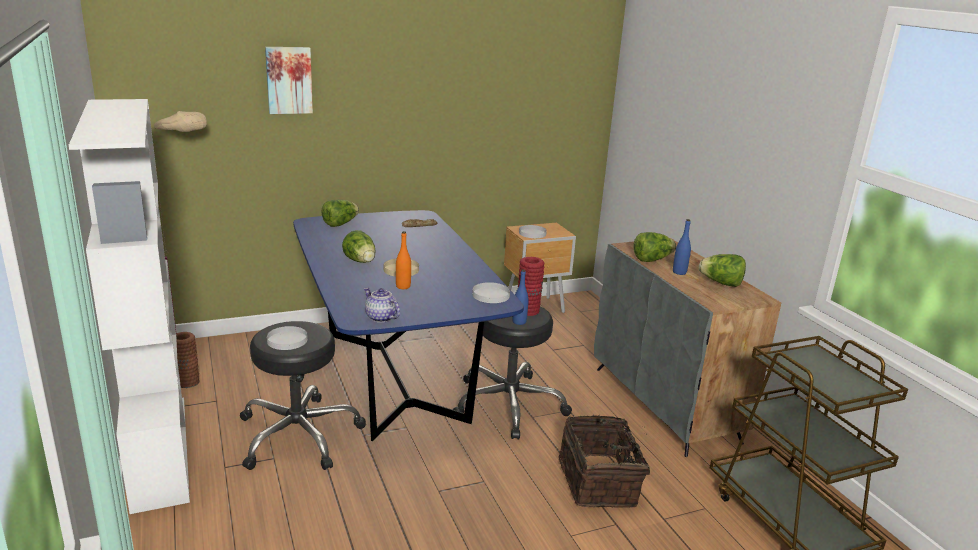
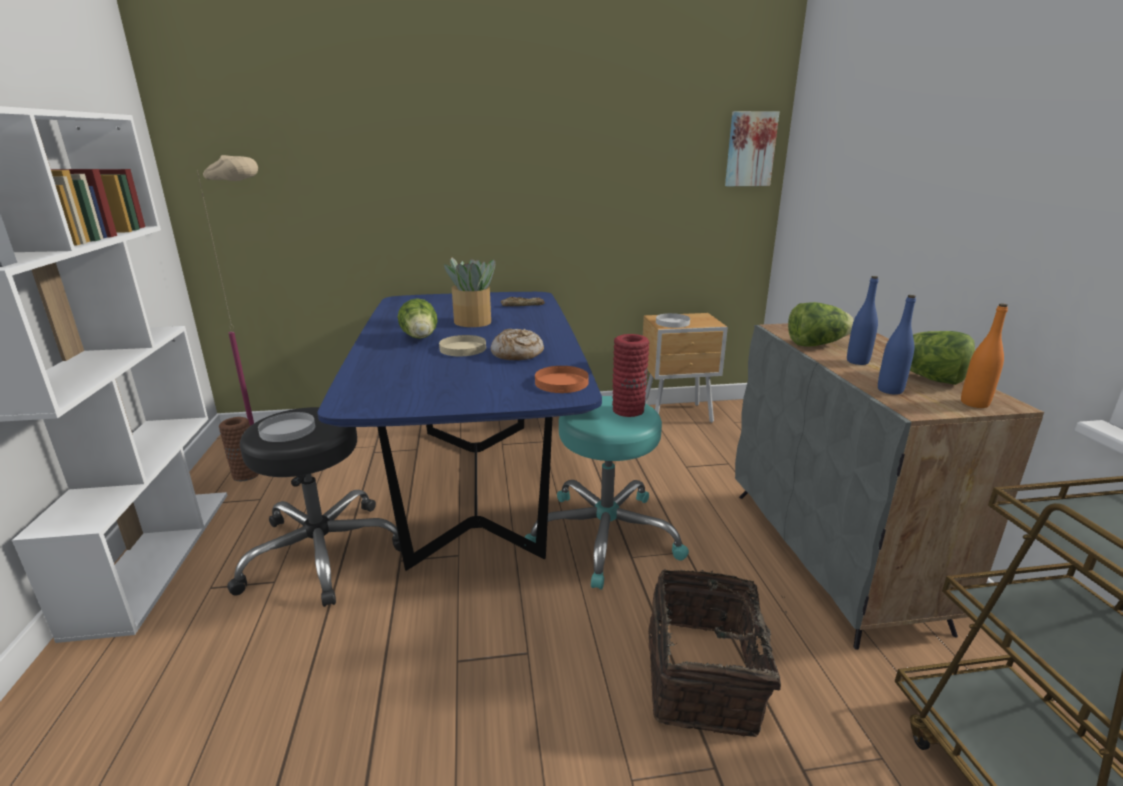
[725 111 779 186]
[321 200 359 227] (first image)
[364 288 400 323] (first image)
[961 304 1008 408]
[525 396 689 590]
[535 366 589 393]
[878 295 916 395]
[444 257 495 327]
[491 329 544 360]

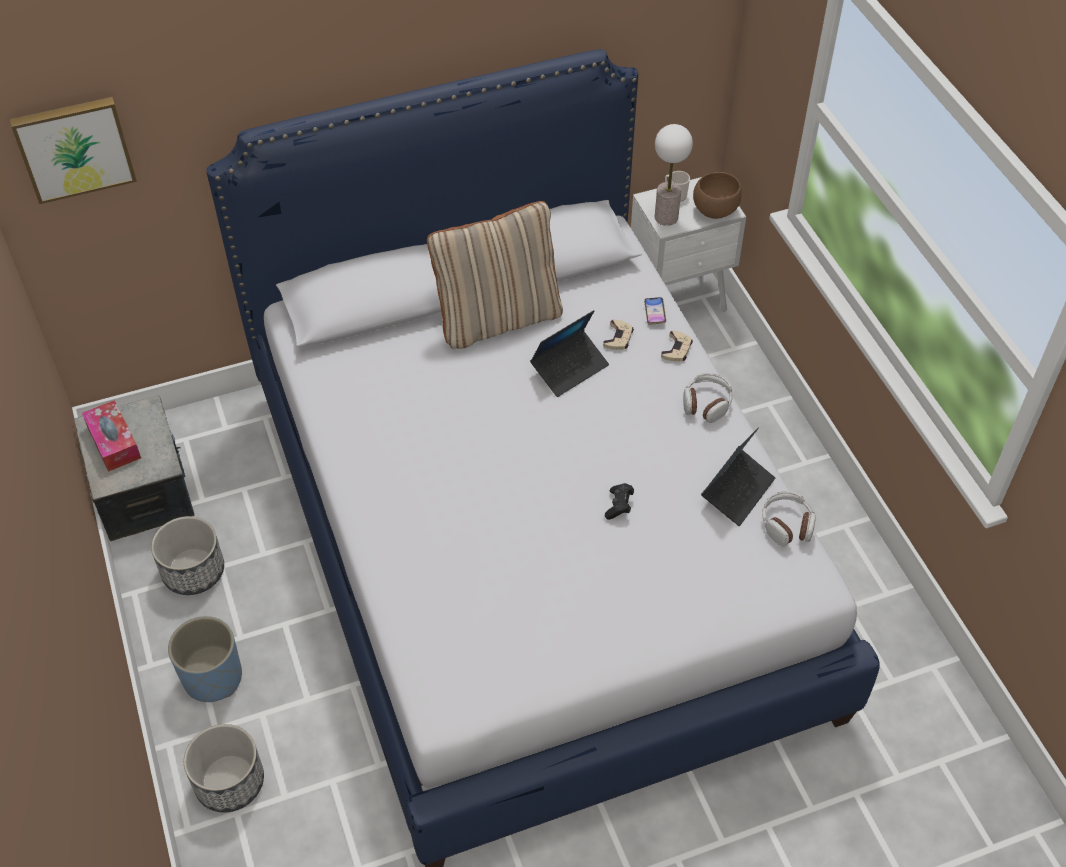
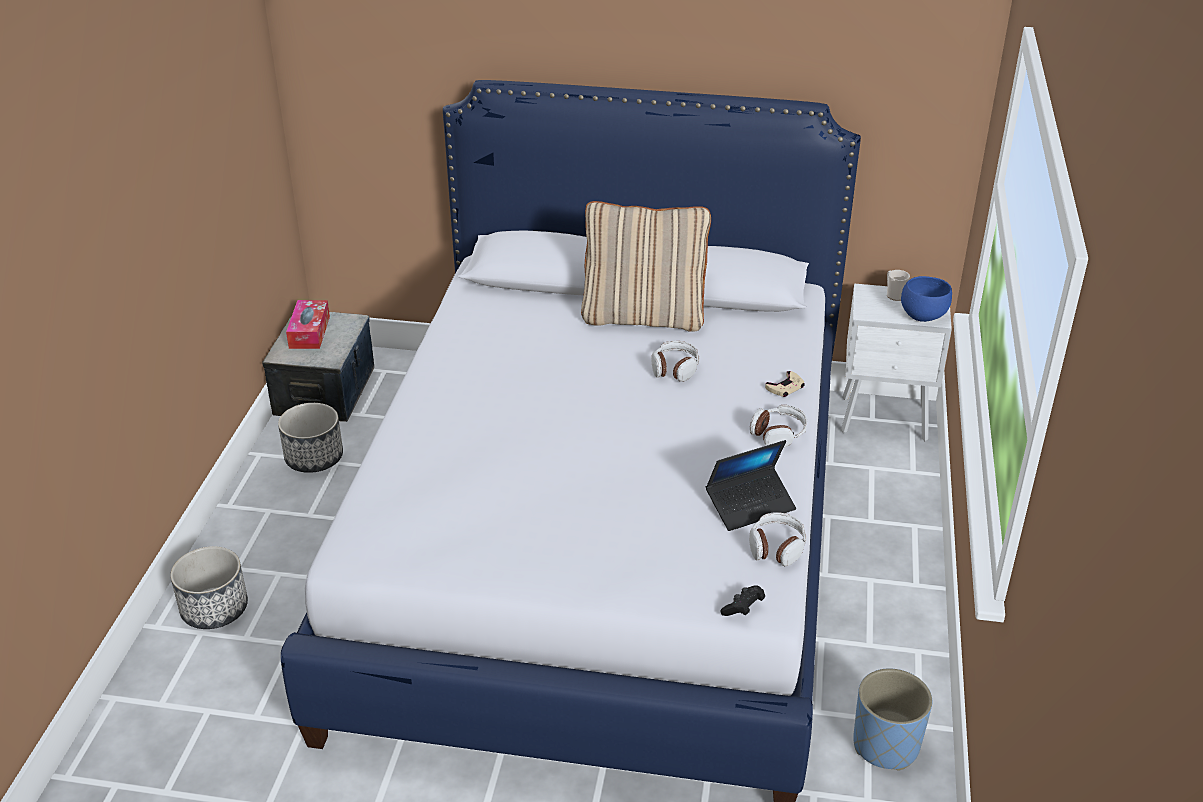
[10 97 137 204] (first image)
[853 669 932 771]
[652 341 700 382]
[603 320 634 350] (first image)
[720 585 765 616]
[644 297 666 325] (first image)
[655 124 693 226] (first image)
[901 276 952 322]

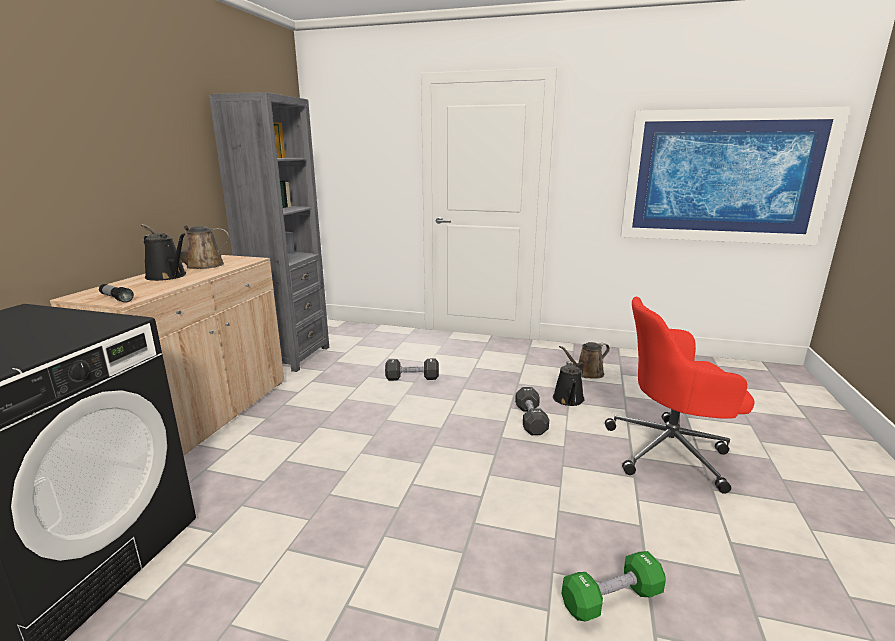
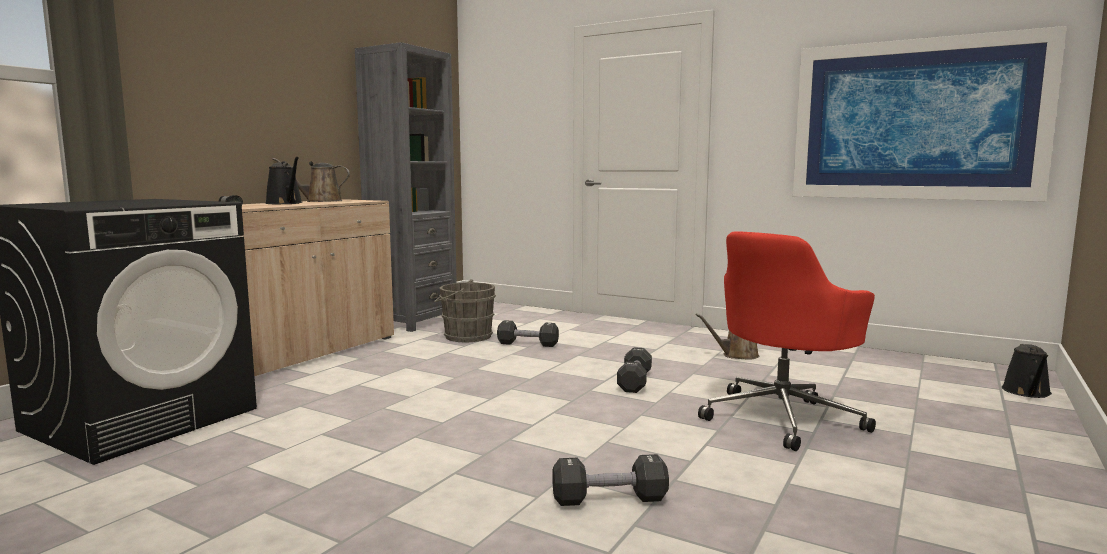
[1002 344 1052 398]
[552 454 669 506]
[698 231 876 451]
[434 279 496 342]

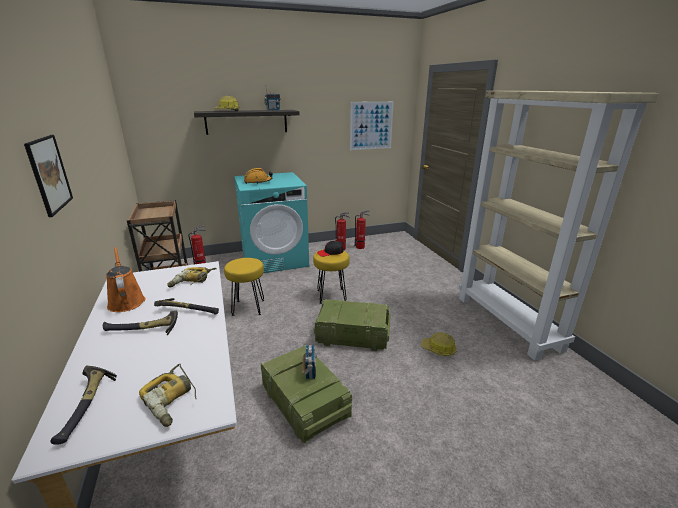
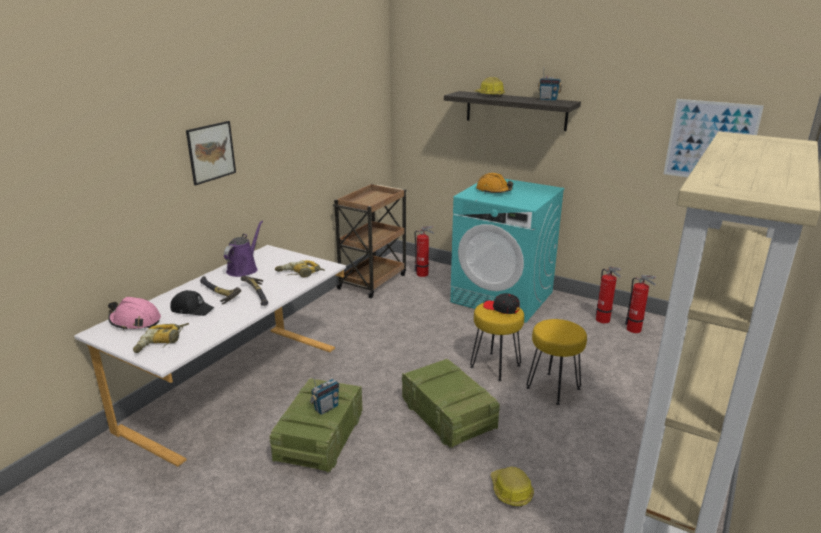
[108 297 161 330]
[224 220 263 277]
[526 319 587 405]
[170 290 215 316]

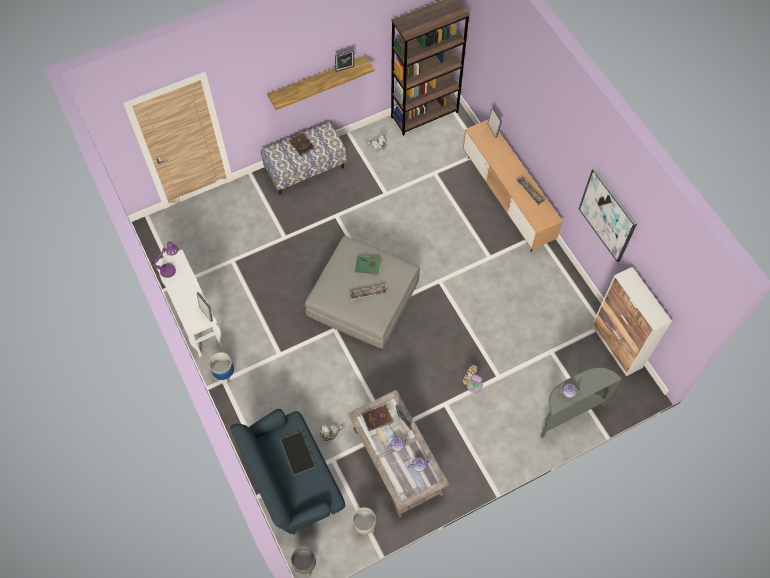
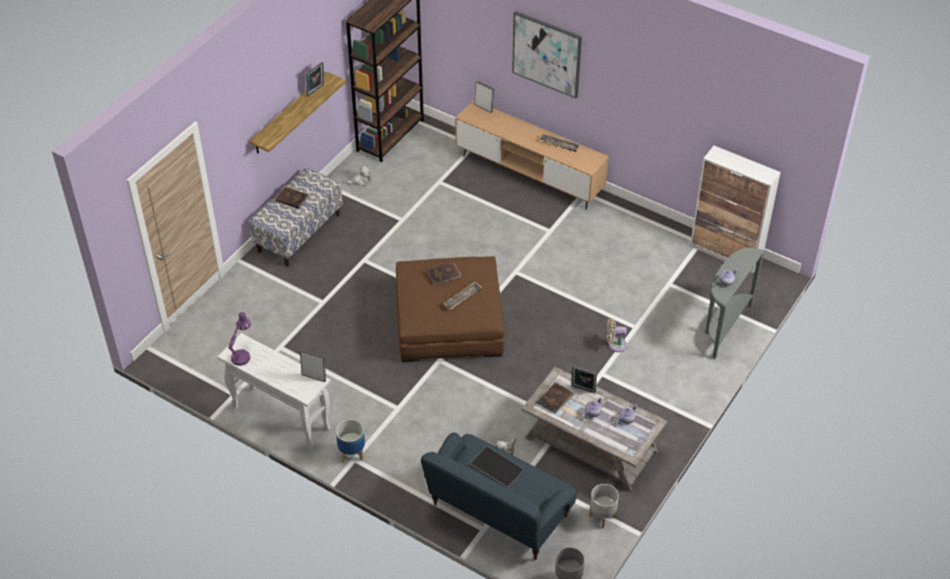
[396 256 504 362]
[427 262 461 286]
[512 11 582 99]

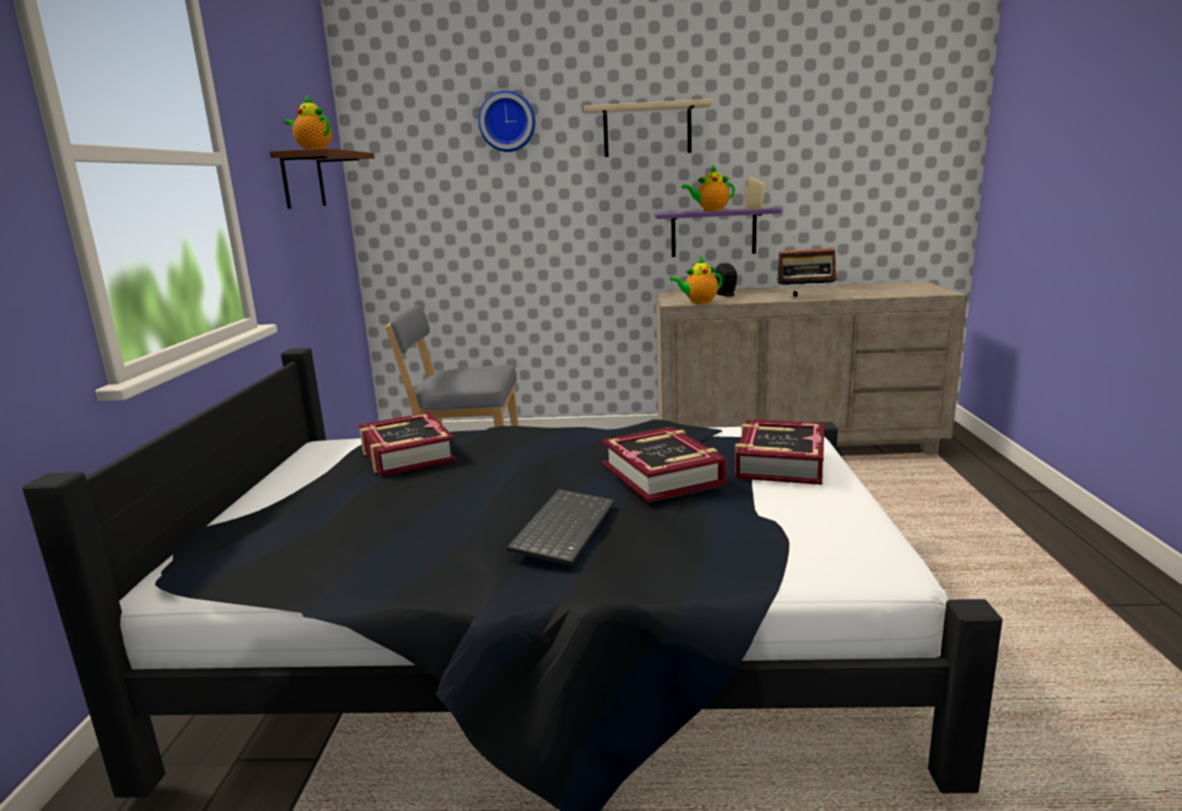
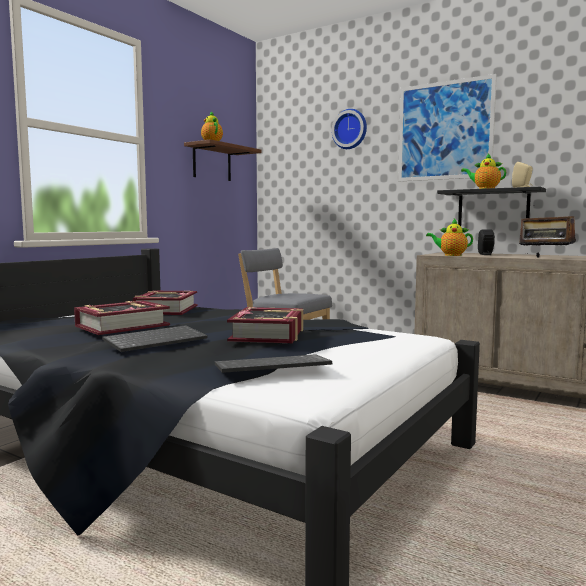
[398 74 497 181]
[437 187 546 226]
[74 301 170 335]
[215 354 332 373]

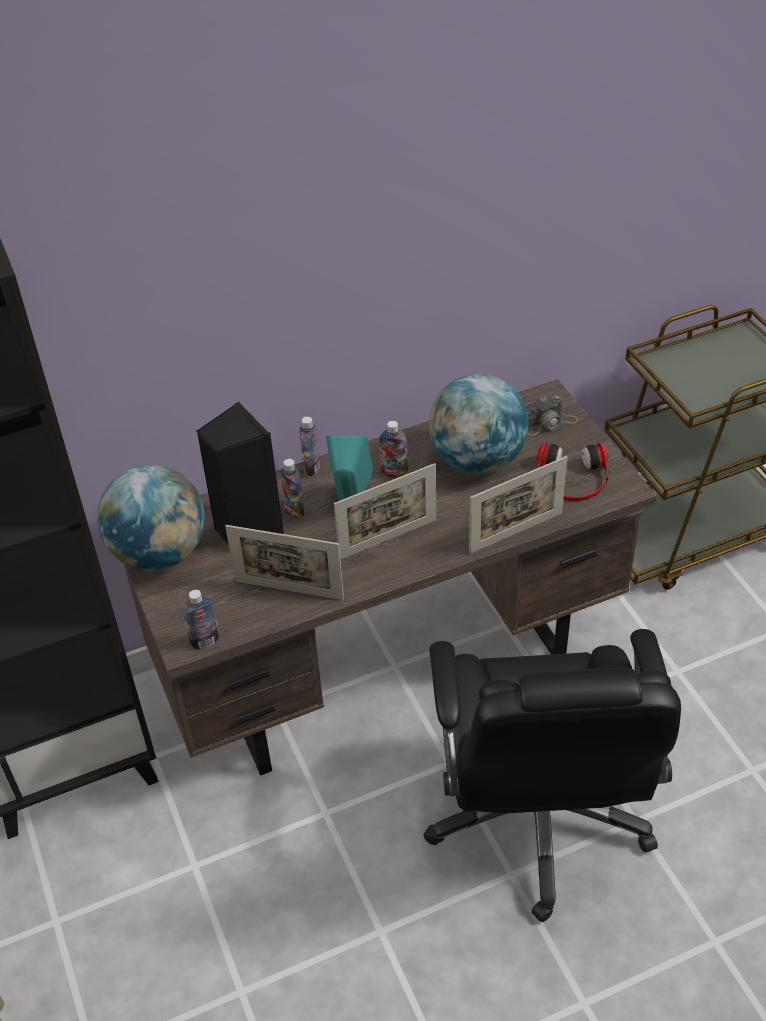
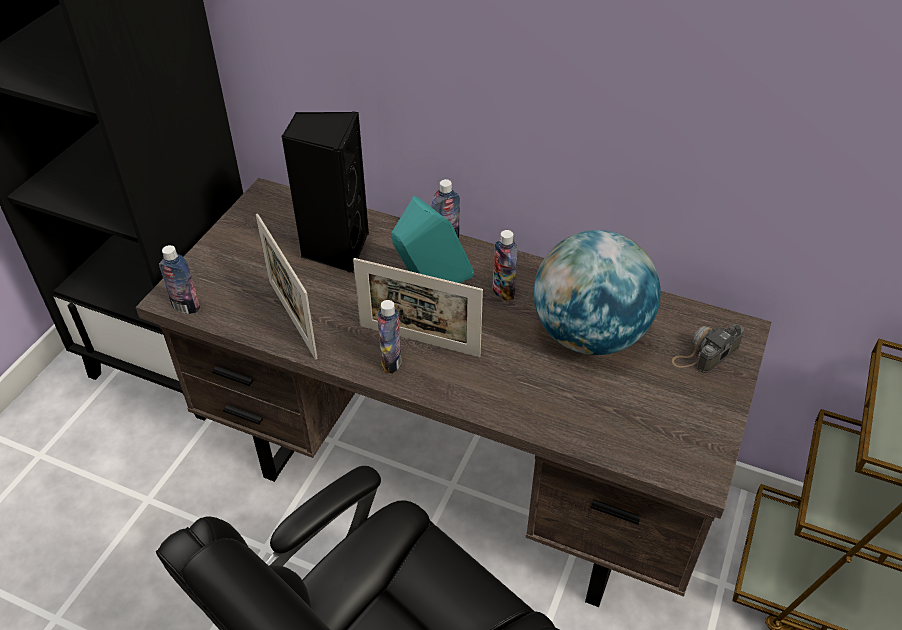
[97 465 205 571] (first image)
[378 300 402 373]
[469 456 567 554] (first image)
[672 324 744 373]
[537 442 608 501] (first image)

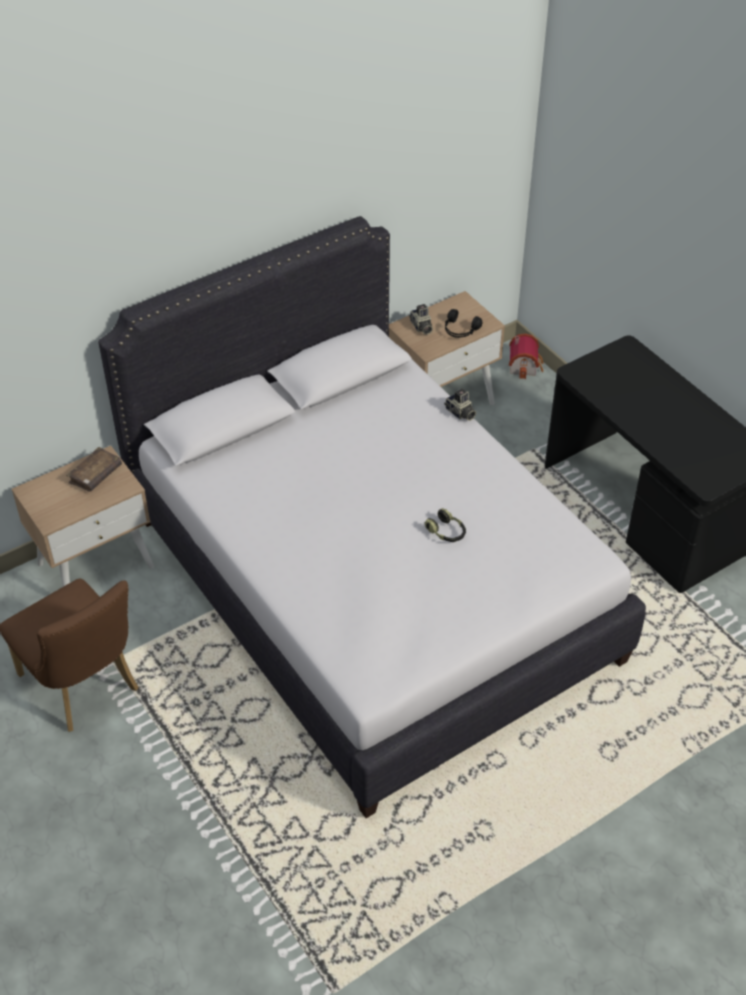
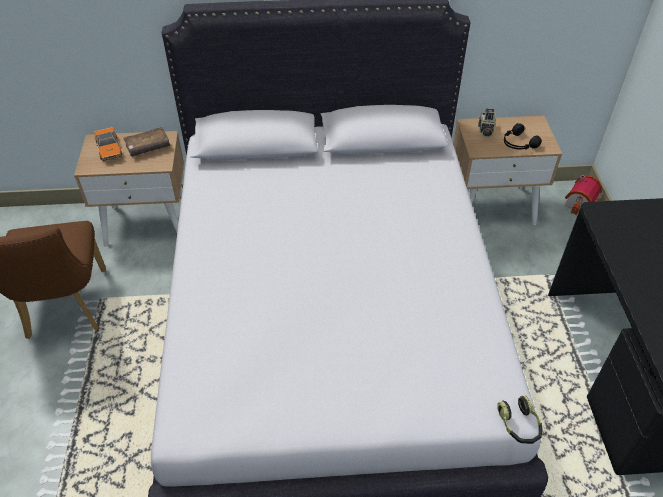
[498 395 542 444]
[444 389 476 421] (first image)
[94 127 122 161]

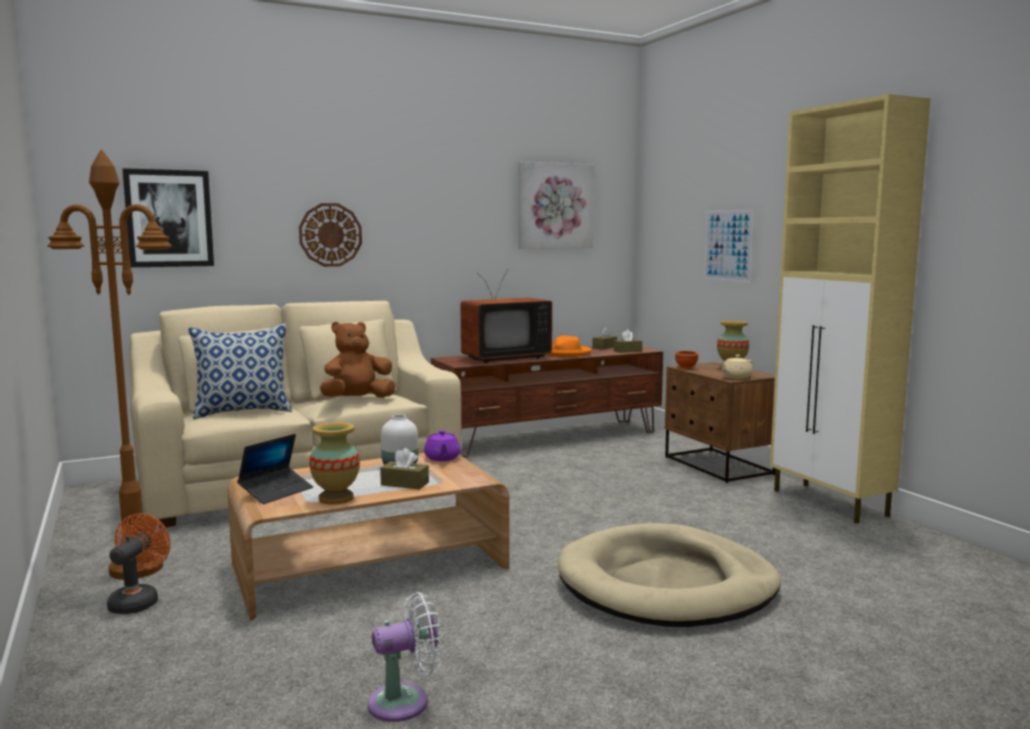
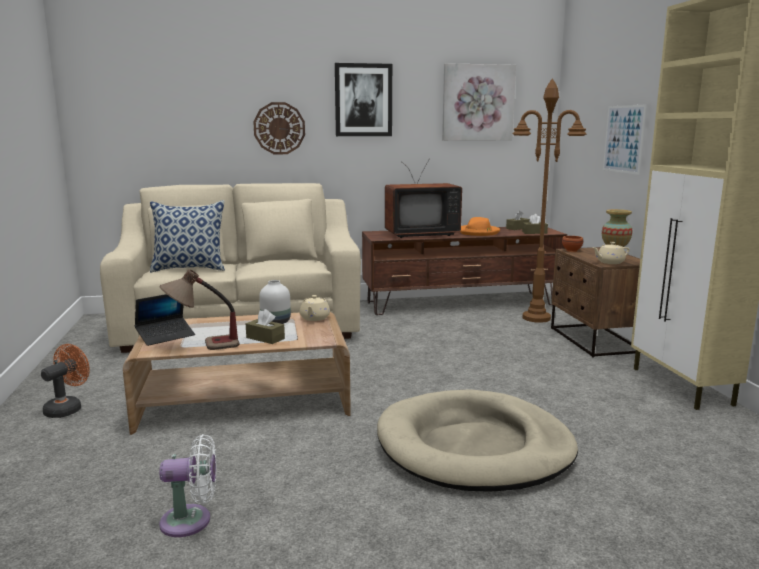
[513 78 586 323]
[335 63 392 136]
[160 269 240 350]
[320 322 395 398] (first image)
[300 295 330 321]

